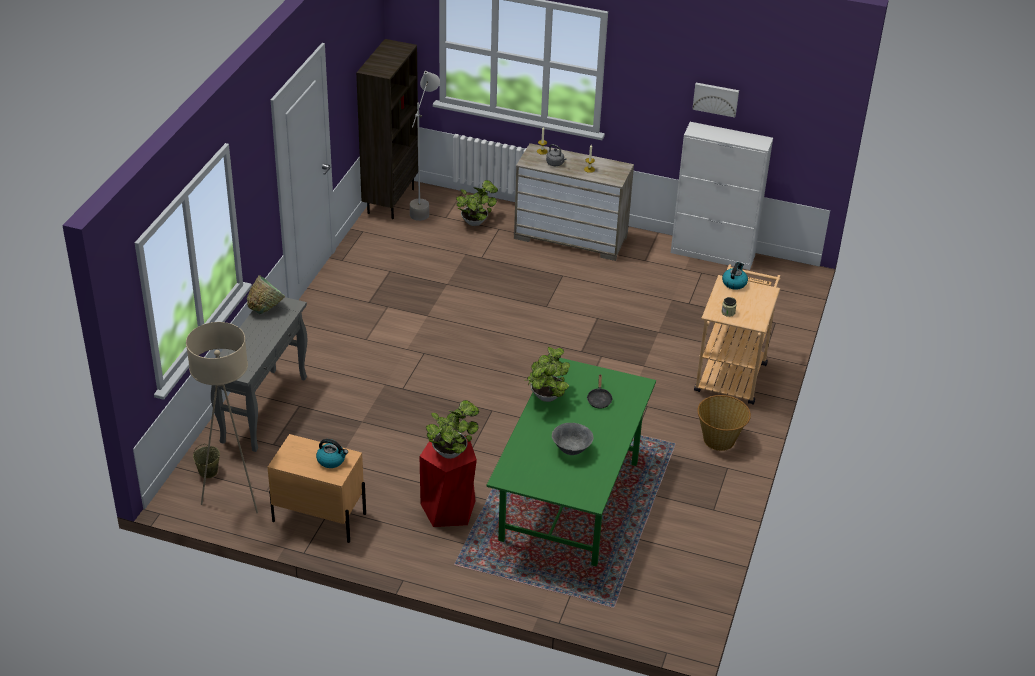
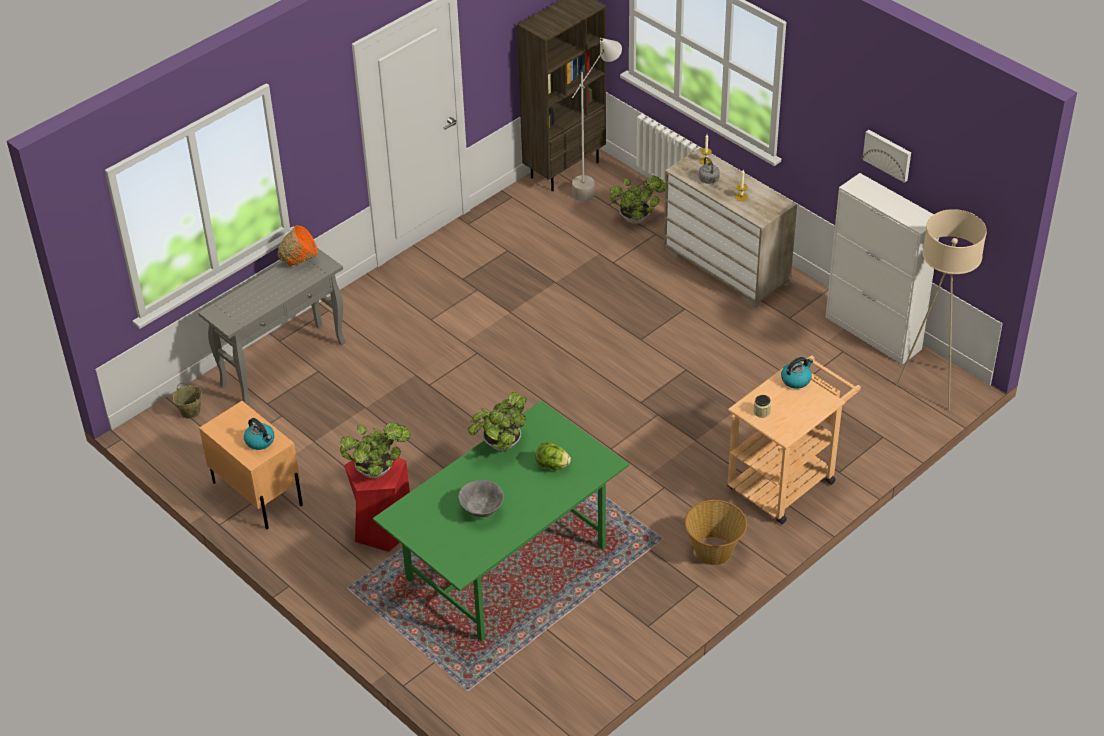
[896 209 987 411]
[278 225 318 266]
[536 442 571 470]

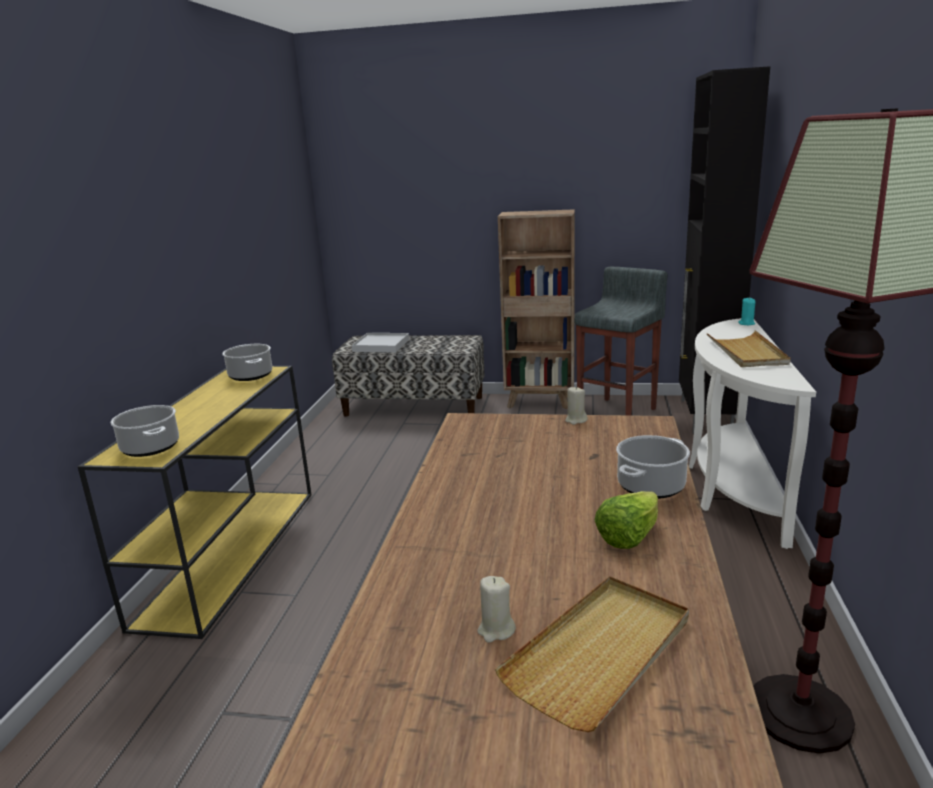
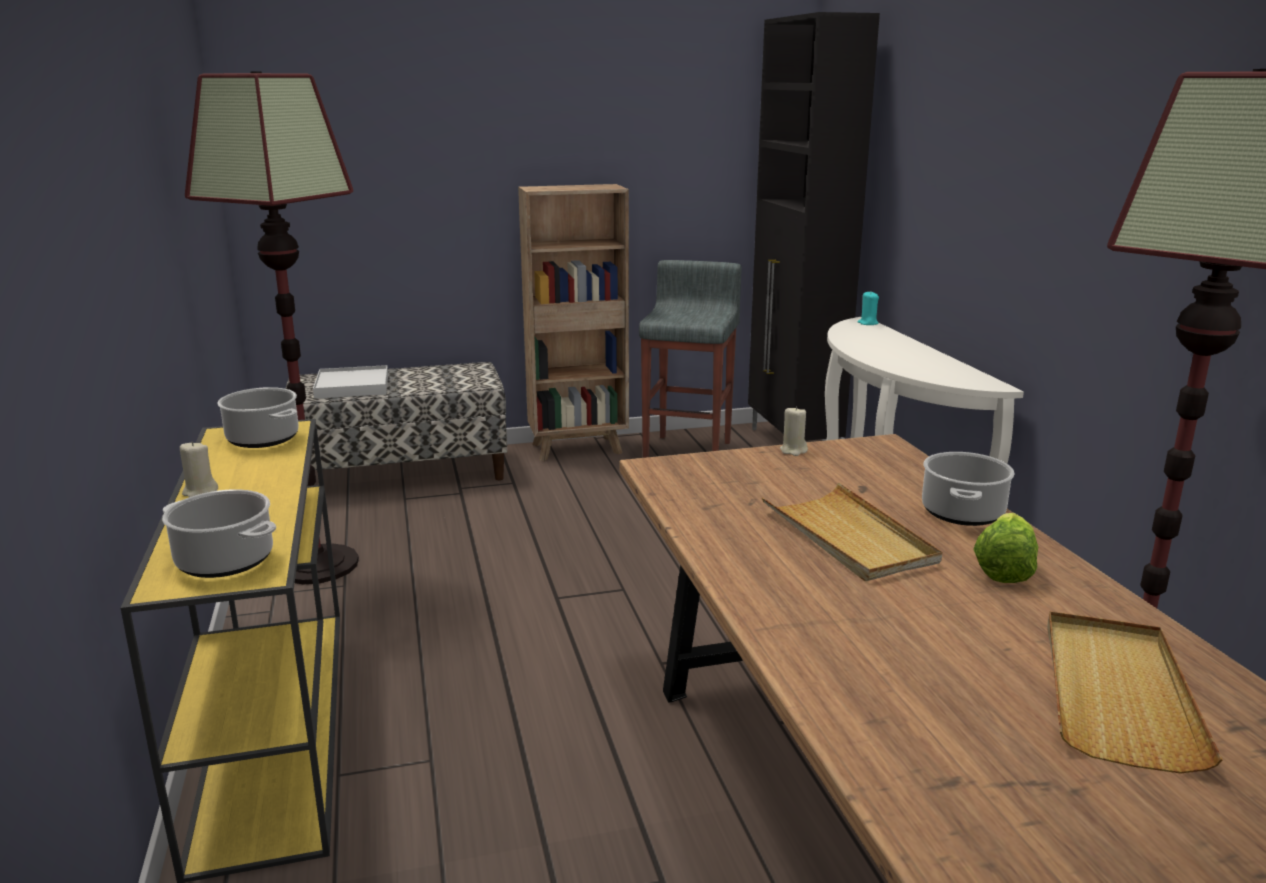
[180 441 218 497]
[762 483 942 581]
[185 72 359 584]

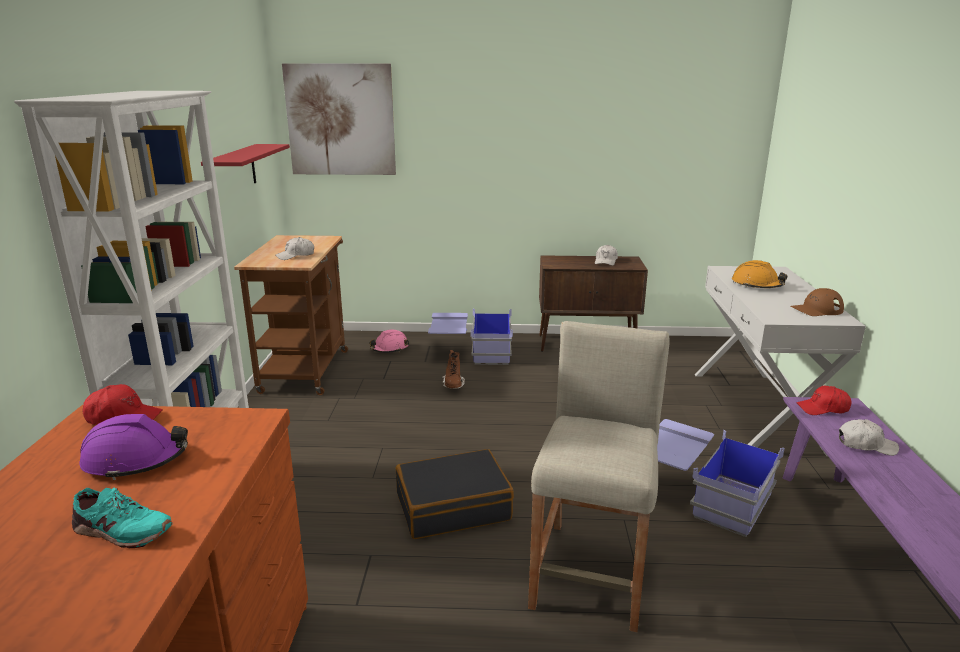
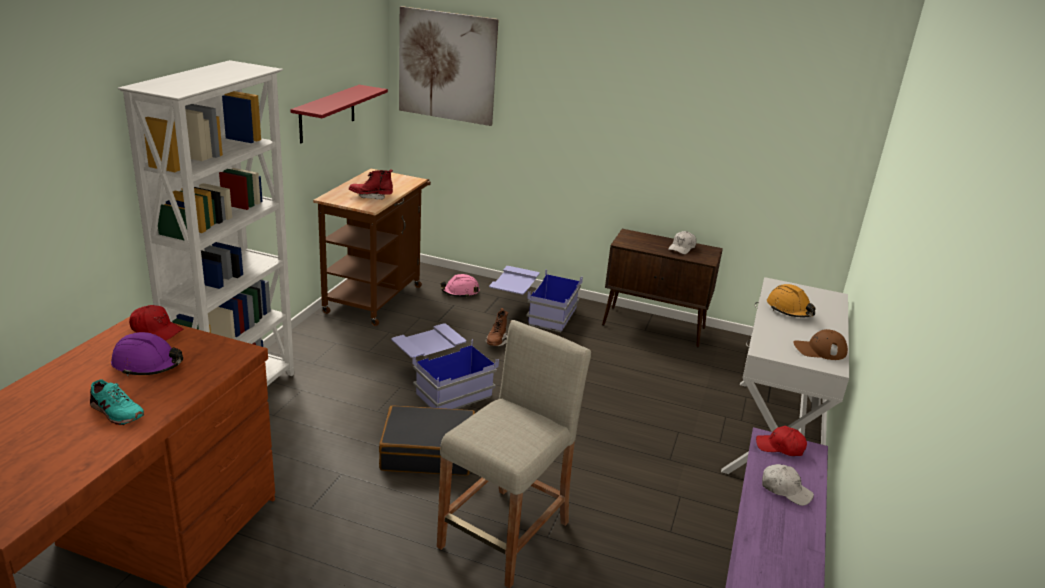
[349 169 393 200]
[391 324 499 409]

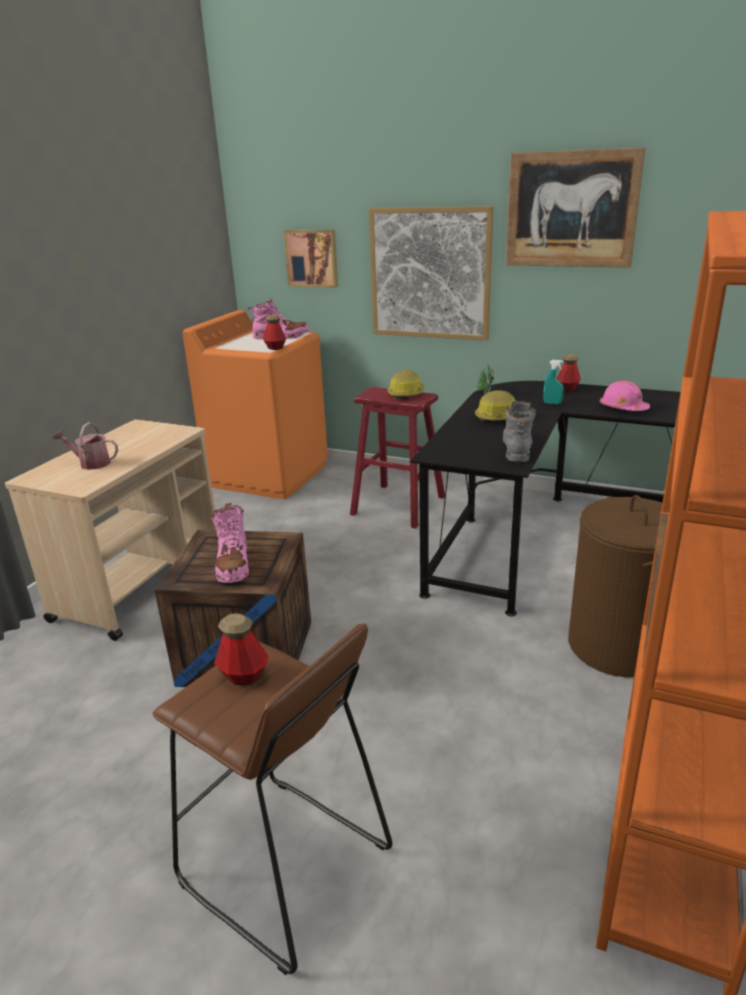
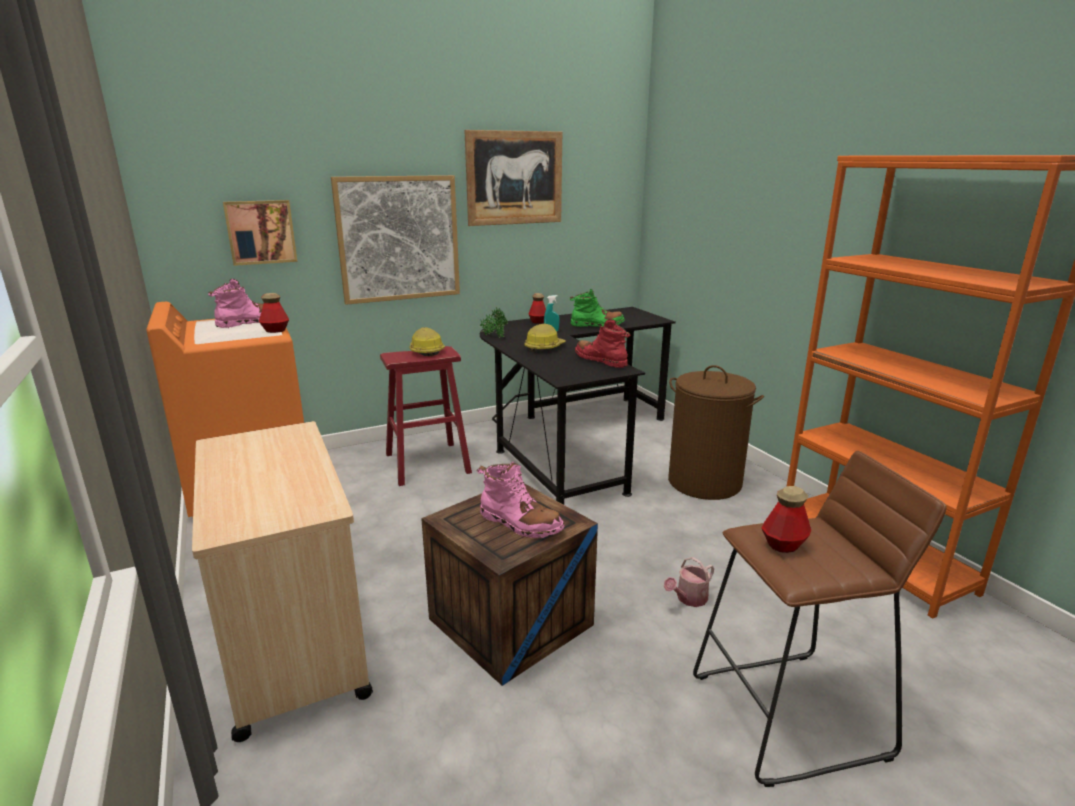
[664 557 714 607]
[575 319 630 368]
[570 289 625 327]

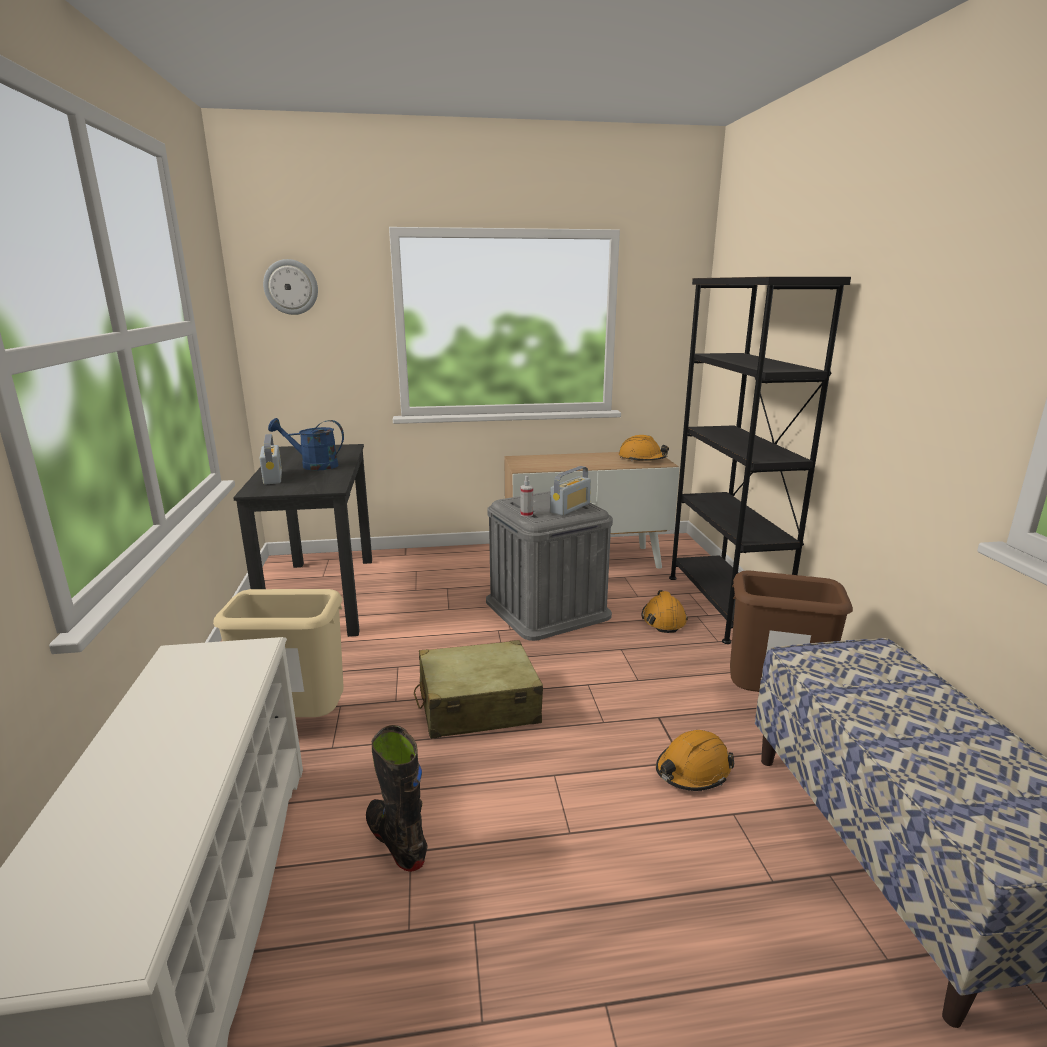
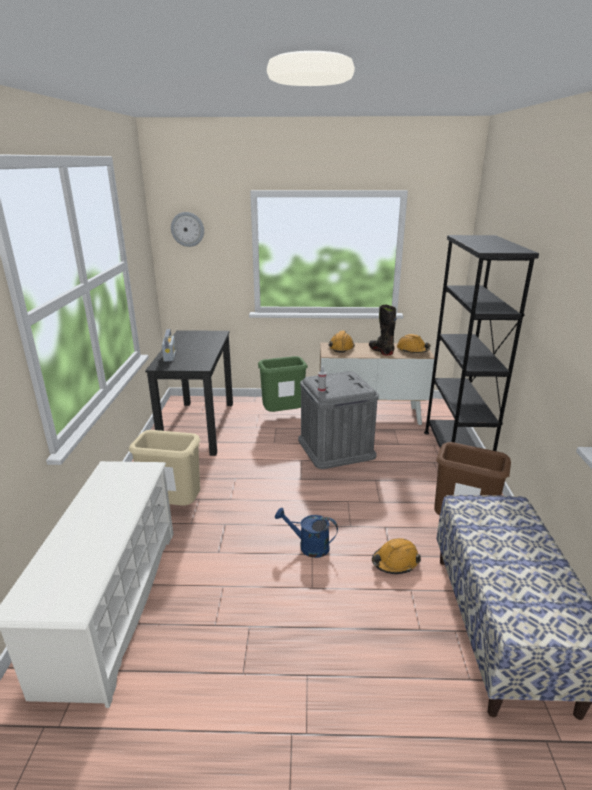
[275 508 338 558]
[369 305 397 355]
[414 640 543 739] (first image)
[550 466 591 516] (first image)
[328 331 355 353]
[258 356 308 412]

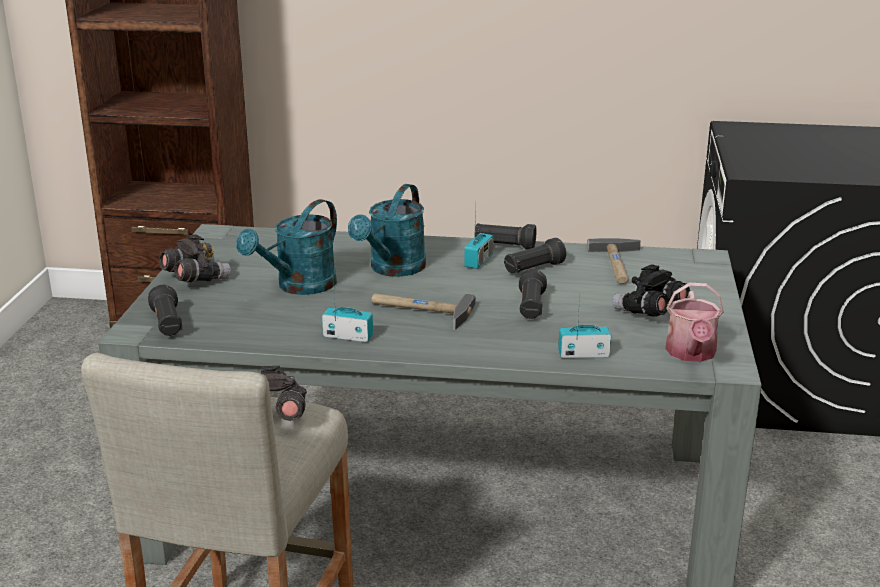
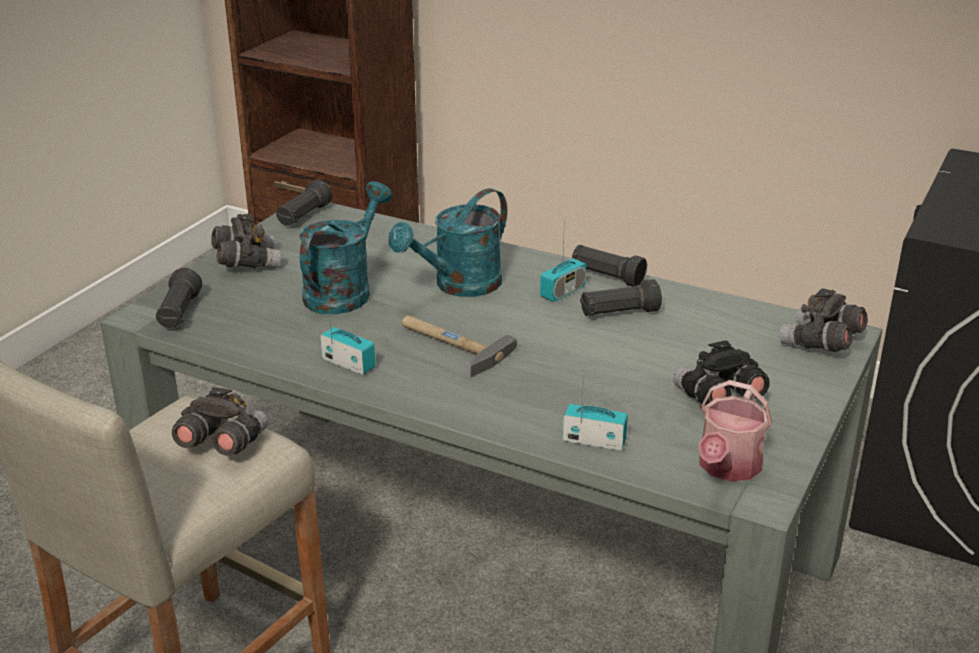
[299 181 392 314]
[276 180 332 226]
[587 238 641 284] (first image)
[779 289 868 352]

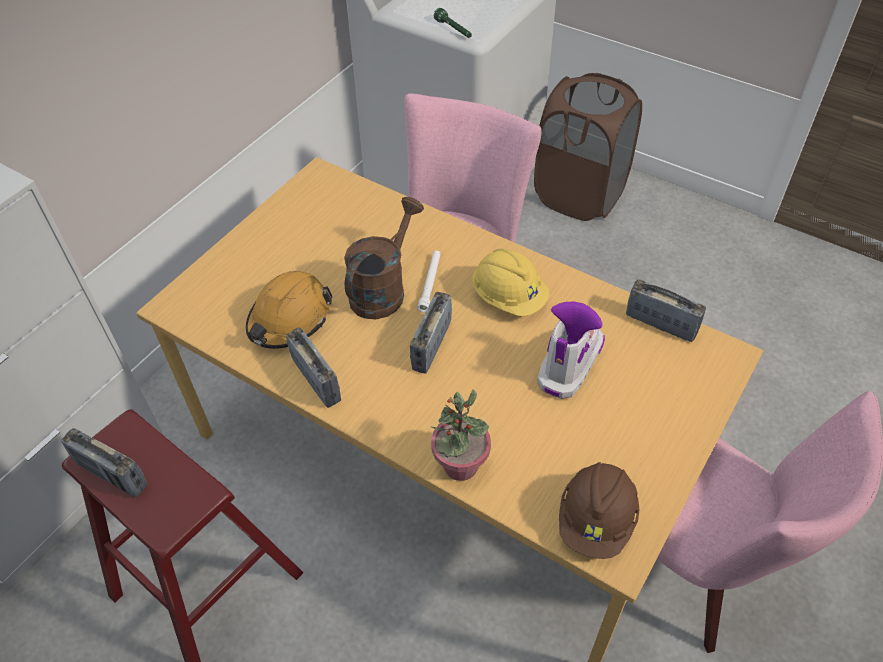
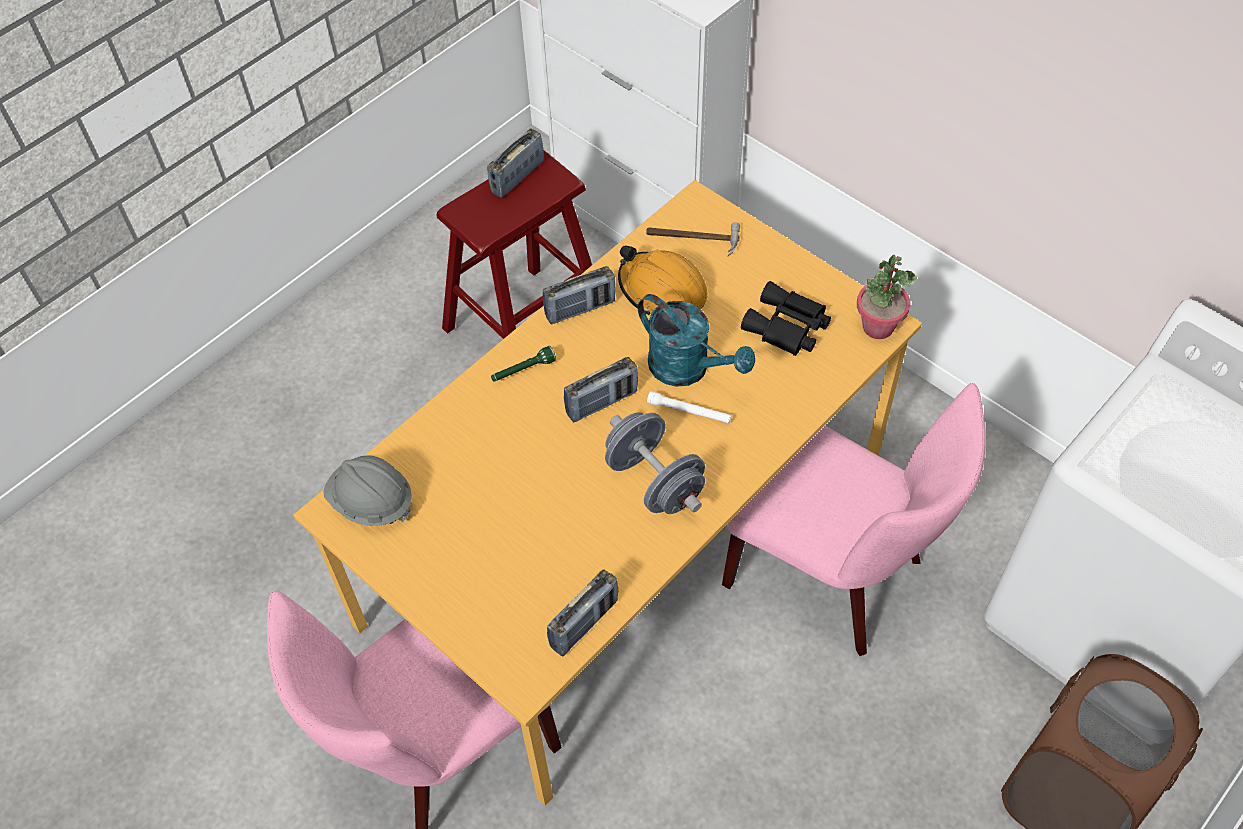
[638 294 755 387]
[564 357 638 422]
[857 255 917 339]
[491 346 556 382]
[605 412 705 514]
[537 301 605 399] (first image)
[323 455 412 526]
[646 222 740 256]
[741 281 831 356]

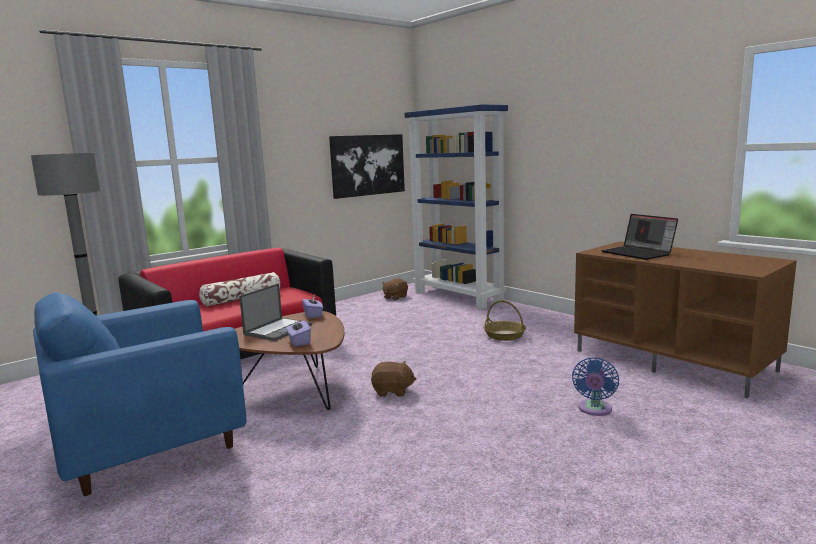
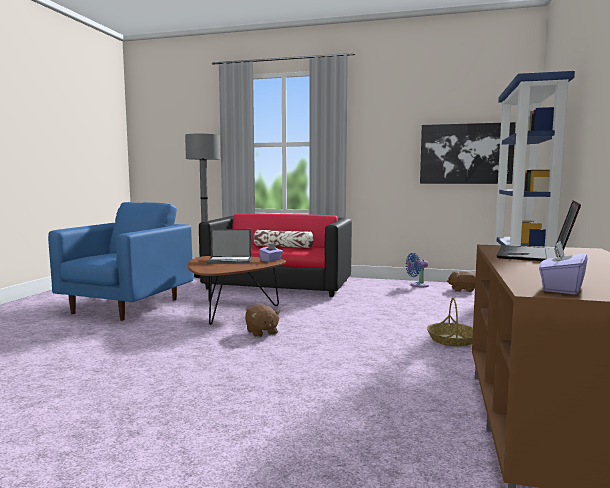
[48 202 193 321]
[539 241 588 295]
[406 253 429 287]

